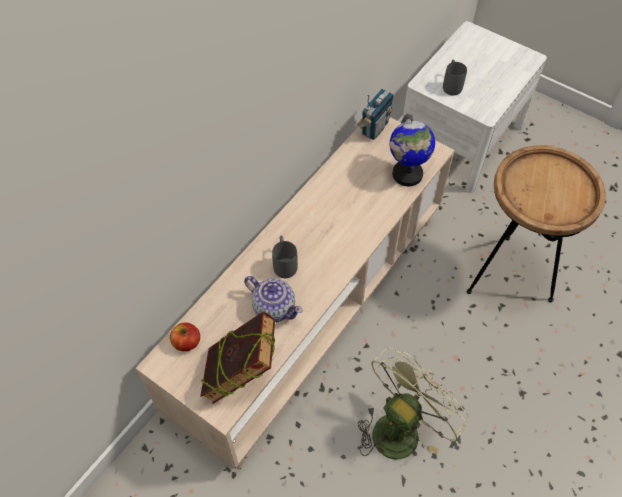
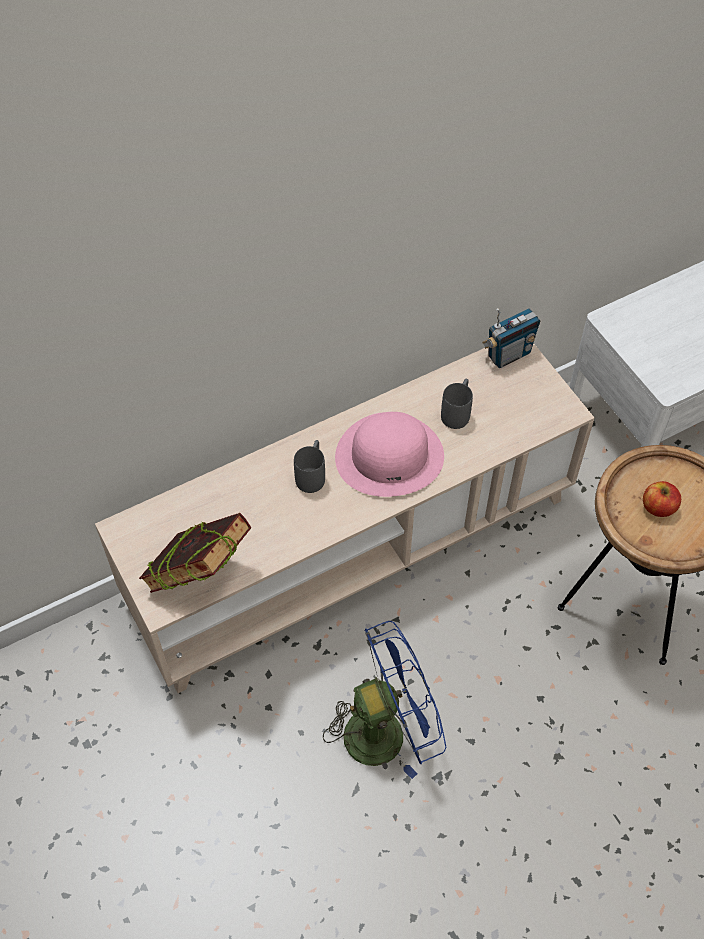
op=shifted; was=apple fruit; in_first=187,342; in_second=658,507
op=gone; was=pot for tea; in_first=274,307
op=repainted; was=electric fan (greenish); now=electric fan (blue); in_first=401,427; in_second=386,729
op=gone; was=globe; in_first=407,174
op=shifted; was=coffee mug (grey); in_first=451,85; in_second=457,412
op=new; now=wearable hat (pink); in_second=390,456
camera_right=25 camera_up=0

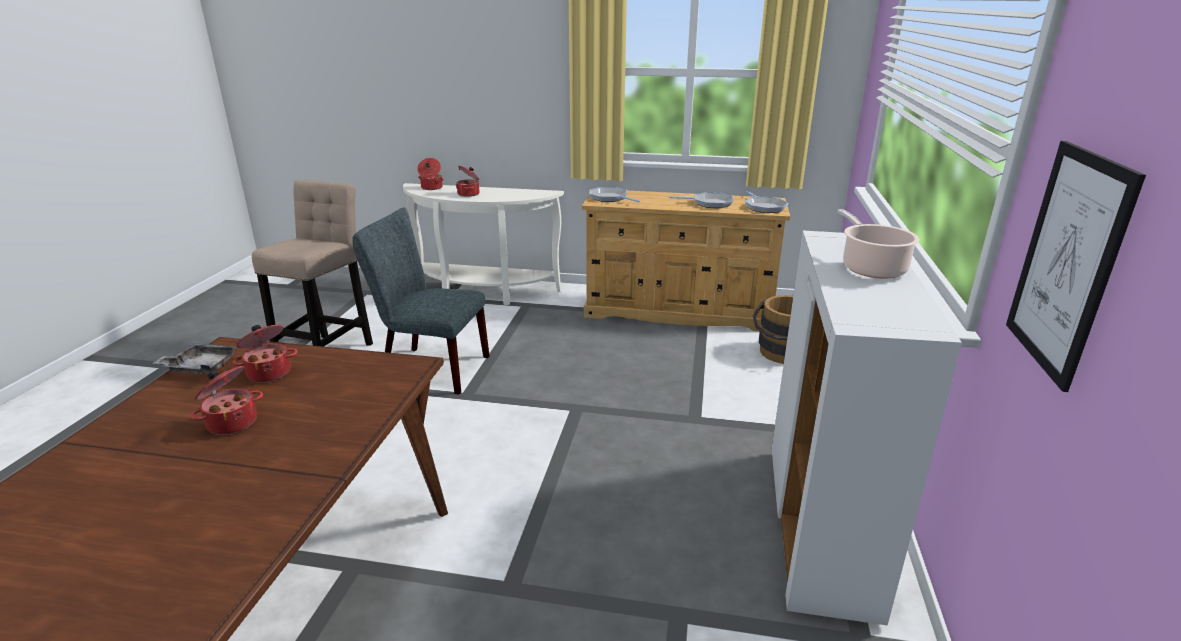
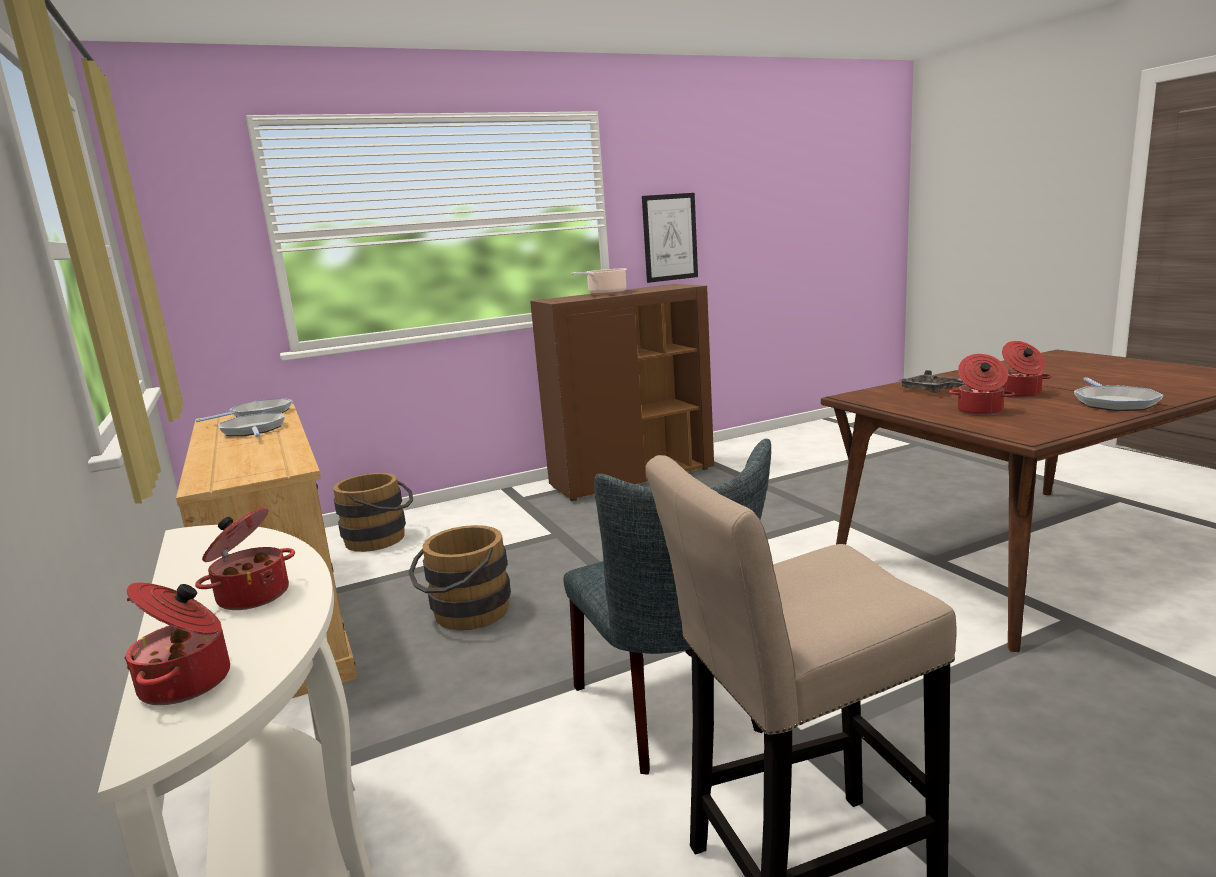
op=shifted; was=carrying tray (grey); in_first=200,367; in_second=932,390
op=shifted; was=frying pan; in_first=610,198; in_second=1113,402
op=repainted; was=cabinet (white); now=cabinet (brownish); in_first=820,528; in_second=632,478
op=new; now=bucket (brownish); in_second=465,614
camera_right=-125 camera_up=-10

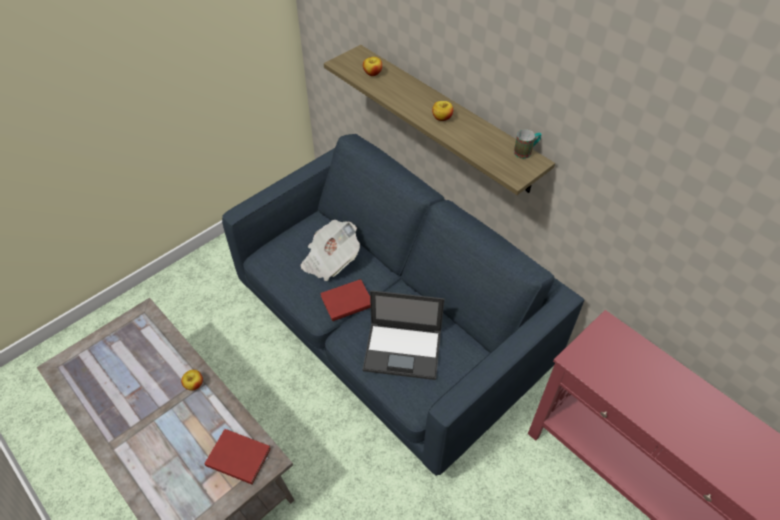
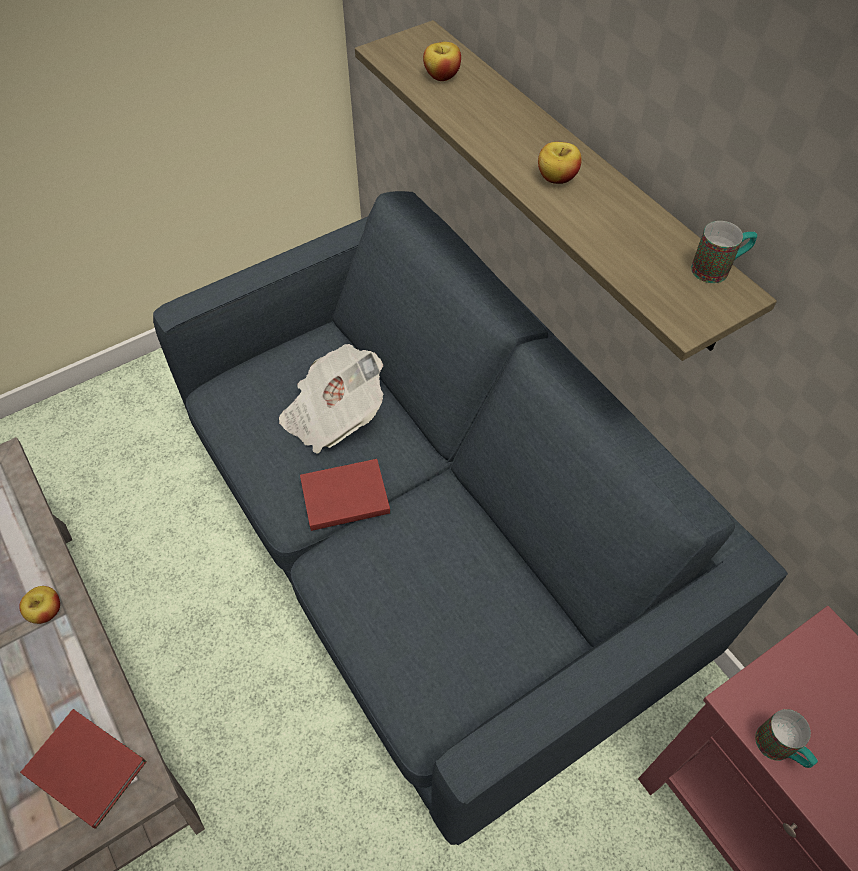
op=gone; was=laptop; in_first=403,350
op=new; now=coffee mug; in_second=780,749
camera_right=10 camera_up=5

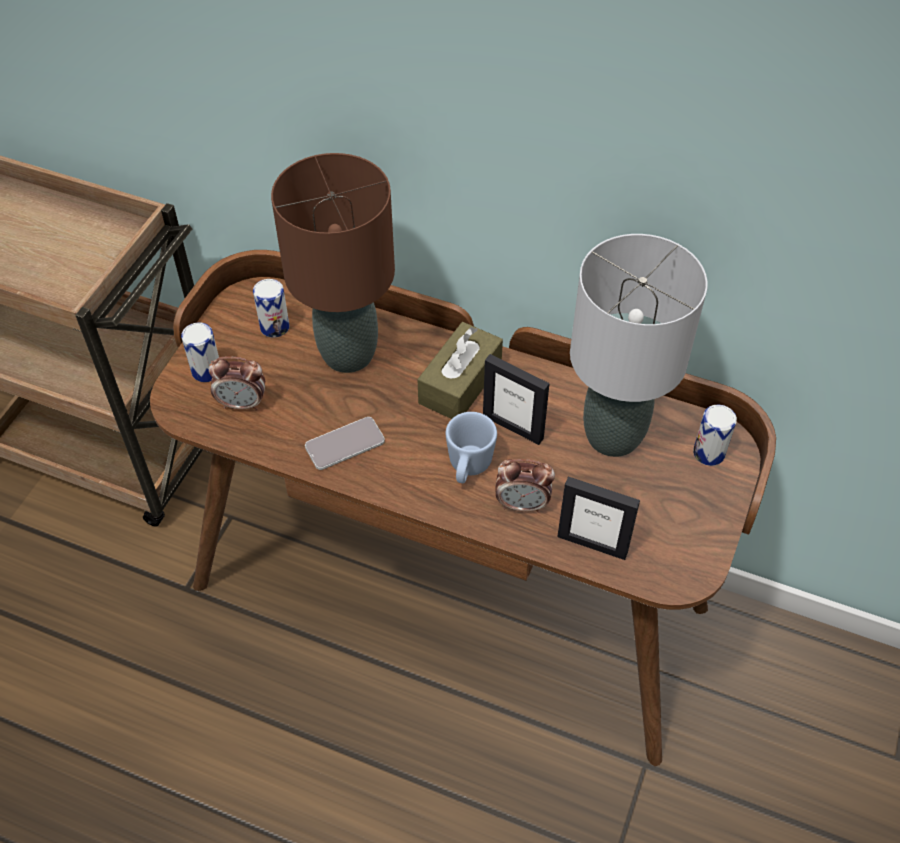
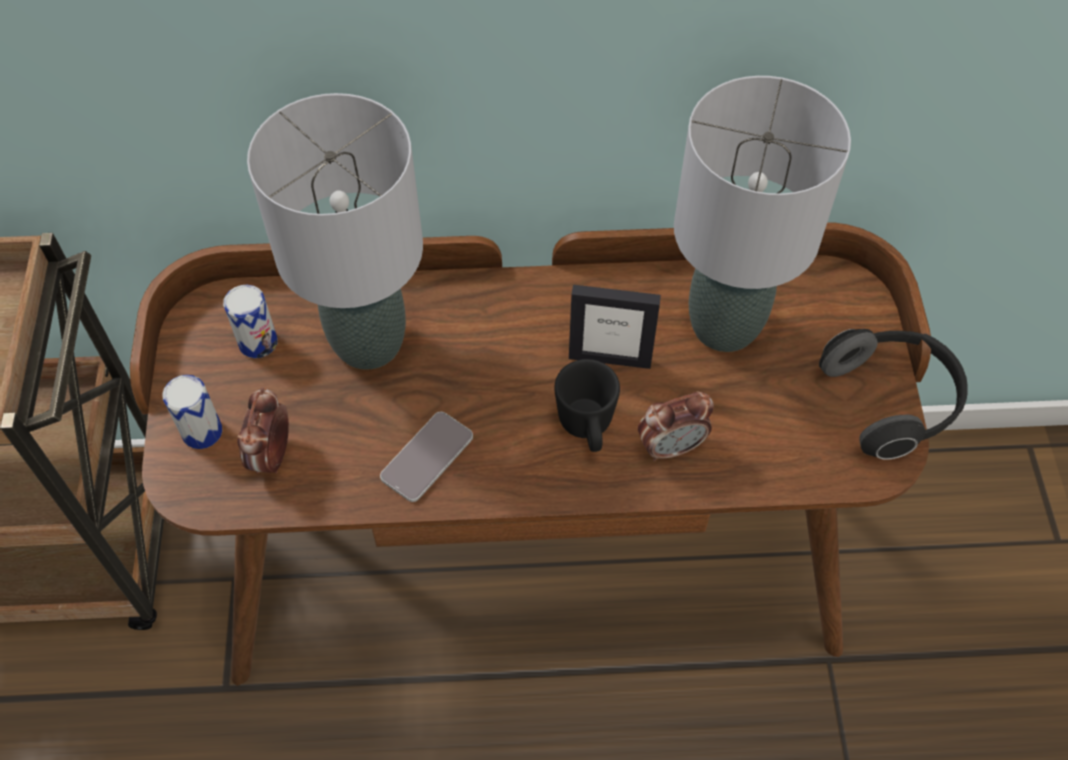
op=rotated; was=table clock; in_first=242,403; in_second=272,456; clockwise=120
op=repainted; was=tabletop lamp (brownish); now=tabletop lamp (grey); in_first=348,354; in_second=368,344
op=gone; was=box of tissues (brownish); in_first=460,383
op=repainted; was=coffee mug (blue); now=coffee mug (black); in_first=468,468; in_second=587,428
op=gone; was=standing frame; in_first=592,544
op=gone; was=metal can; in_first=709,453
op=new; now=headphones; in_second=891,401
camera_right=-25 camera_up=5

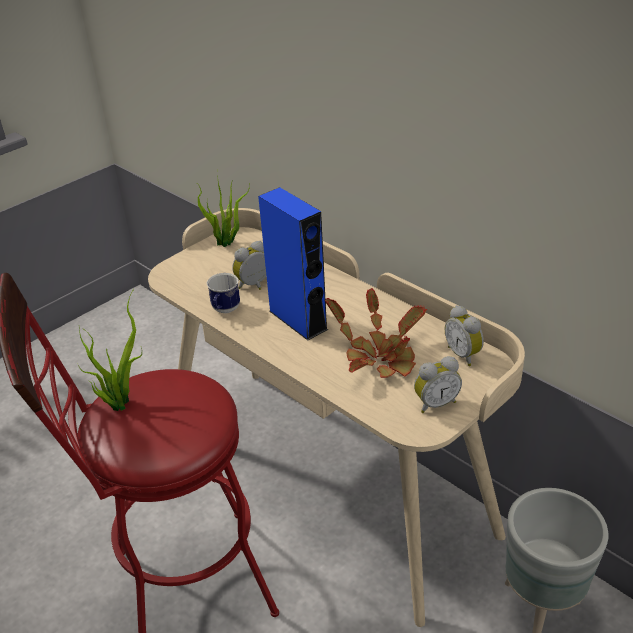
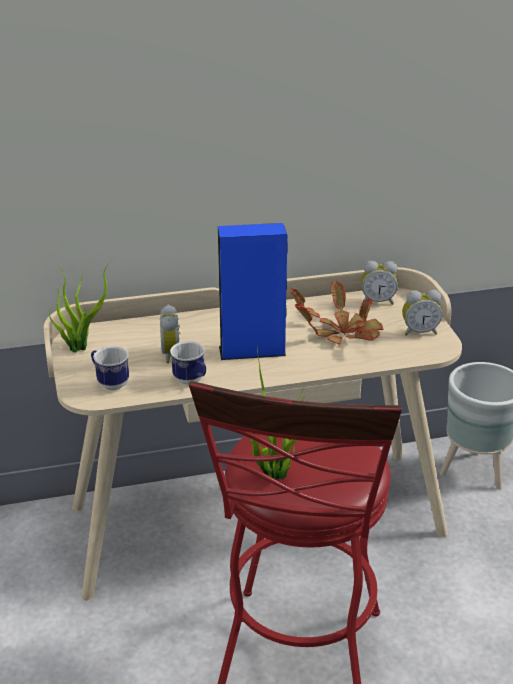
op=rotated; was=table clock; in_first=435,403; in_second=419,332; clockwise=75
op=new; now=coffee mug; in_second=110,383
camera_right=-60 camera_up=-5

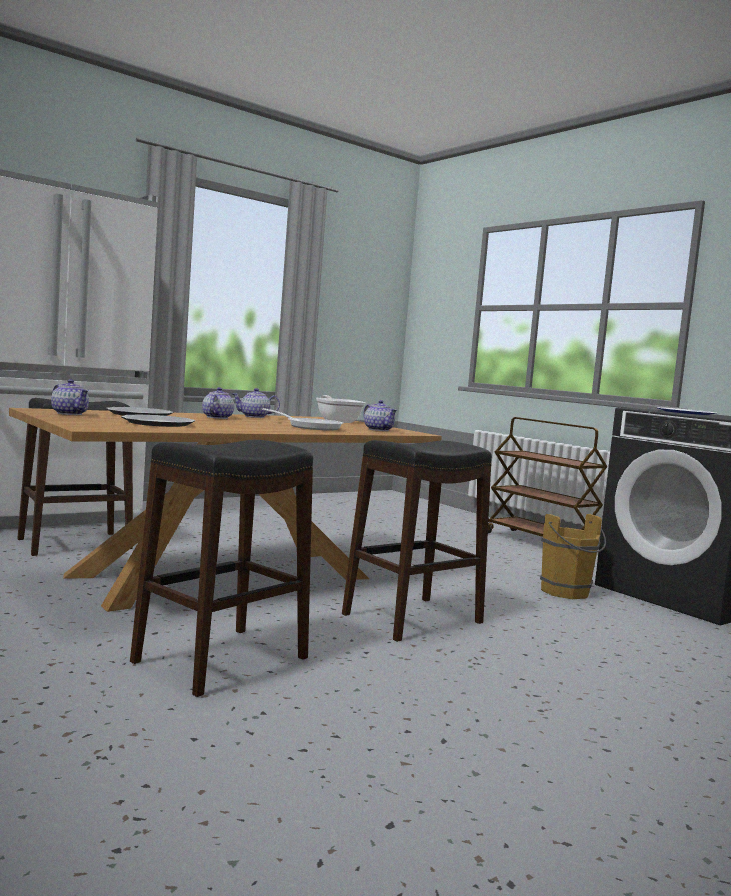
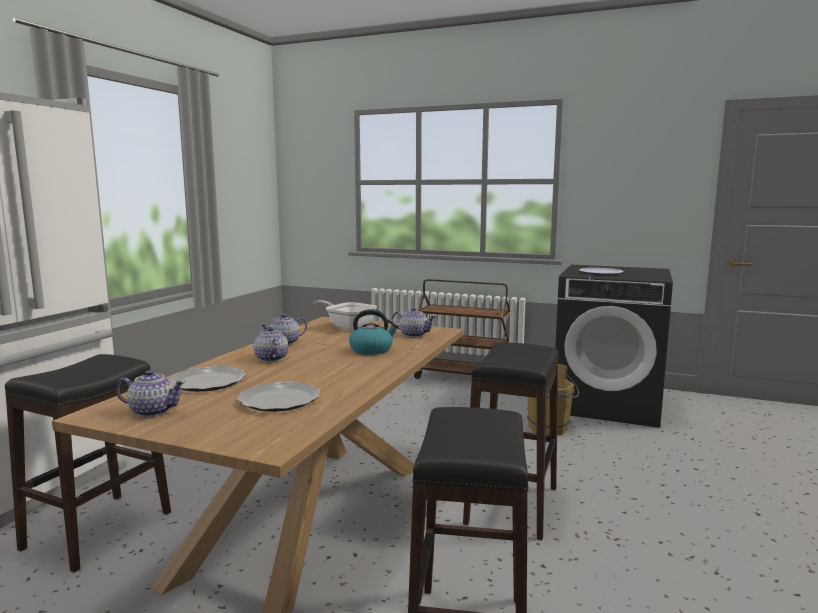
op=swapped; was=frying pan; now=tea kettle; in_first=310,427; in_second=372,350
camera_right=-30 camera_up=5

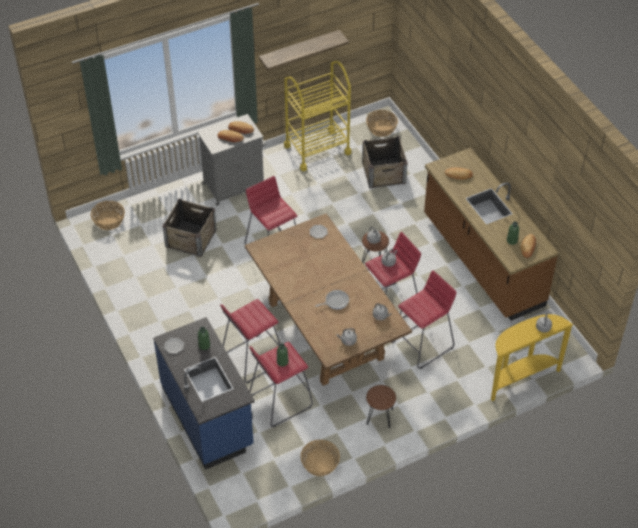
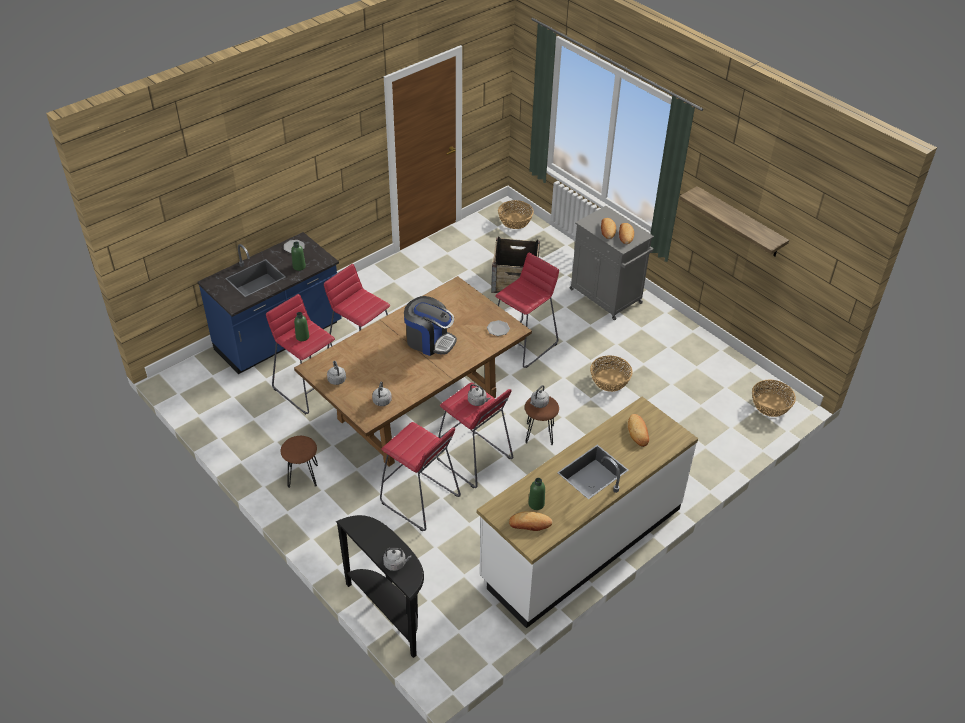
op=gone; was=wheeled cart (yellowish); in_first=317,149
op=shifted; was=storage basket; in_first=320,463; in_second=610,380
op=gone; was=frying pan; in_first=335,301
op=gone; was=shipping crate; in_first=384,172
op=repainted; was=kitchen base unit (brownish); now=kitchen base unit (white); in_first=482,261; in_second=581,543
op=repainted; was=console table (yellowish); now=console table (black); in_first=520,378; in_second=390,611
op=new; now=coffee brewer; in_second=429,341
camera_right=75 camera_up=-5

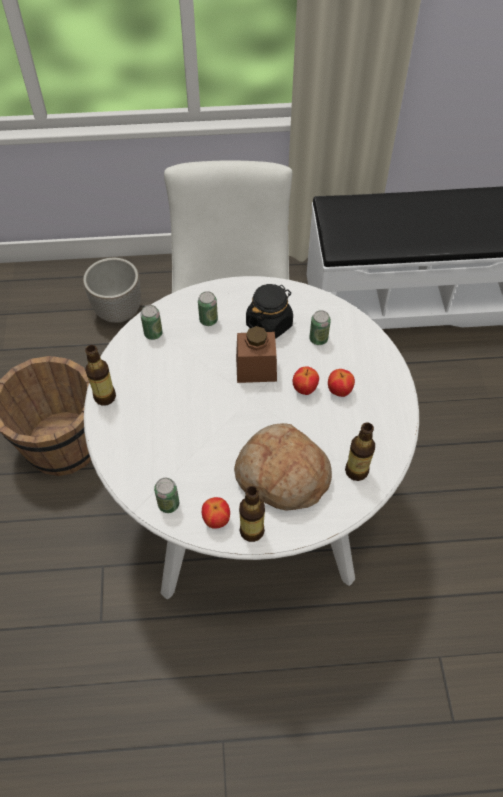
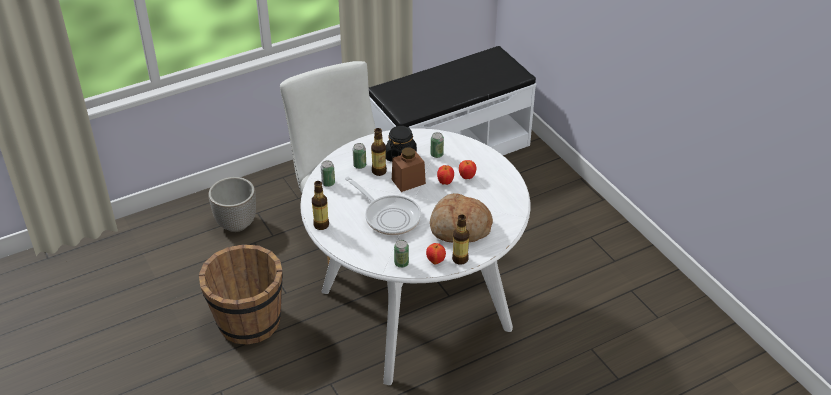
op=shifted; was=drink bottle; in_first=356,471; in_second=379,171
op=new; now=frying pan; in_second=389,216
camera_right=-25 camera_up=-15

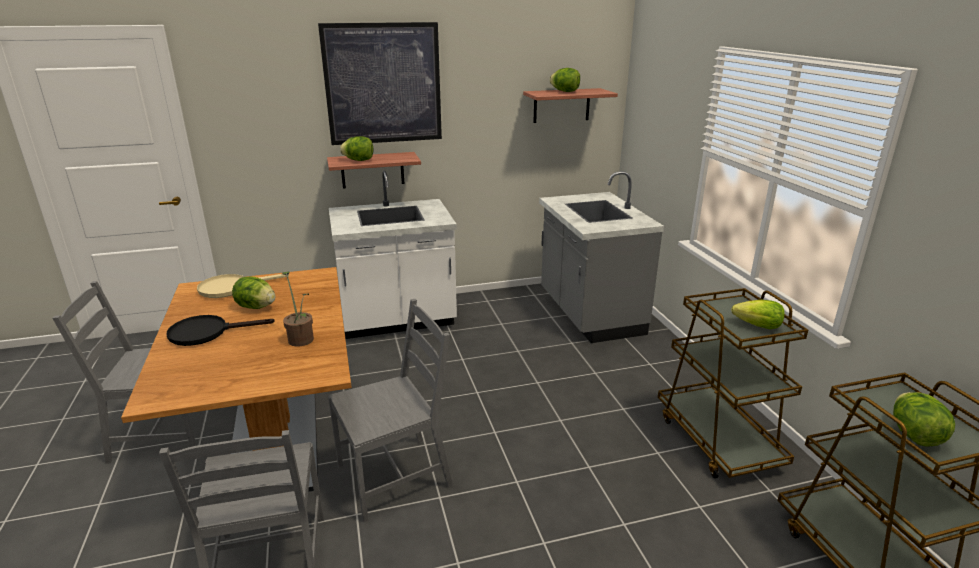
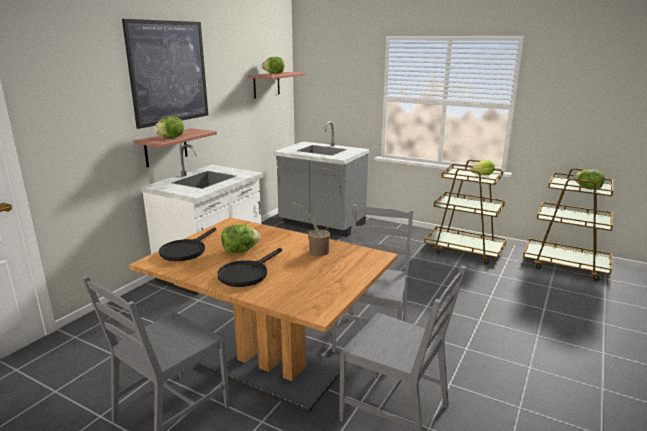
op=repainted; was=frying pan (sand-coloured); now=frying pan (black); in_first=231,288; in_second=186,250
camera_right=-45 camera_up=-5

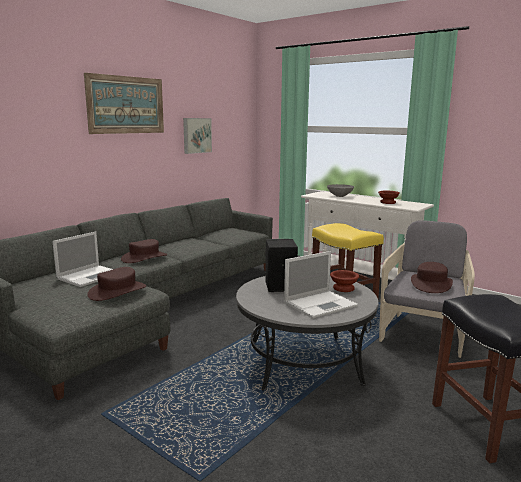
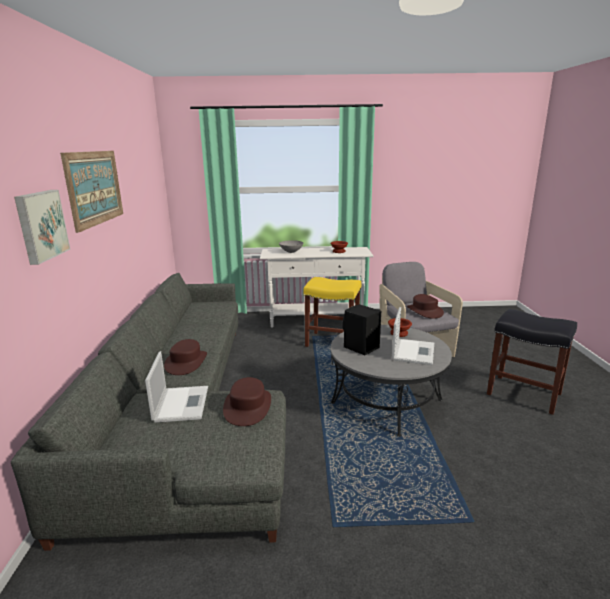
op=shifted; was=wall art; in_first=196,135; in_second=40,225
camera_right=-40 camera_up=5

